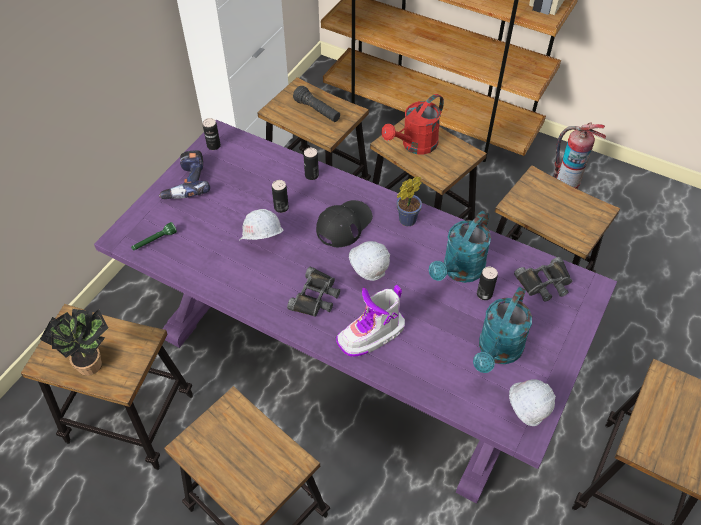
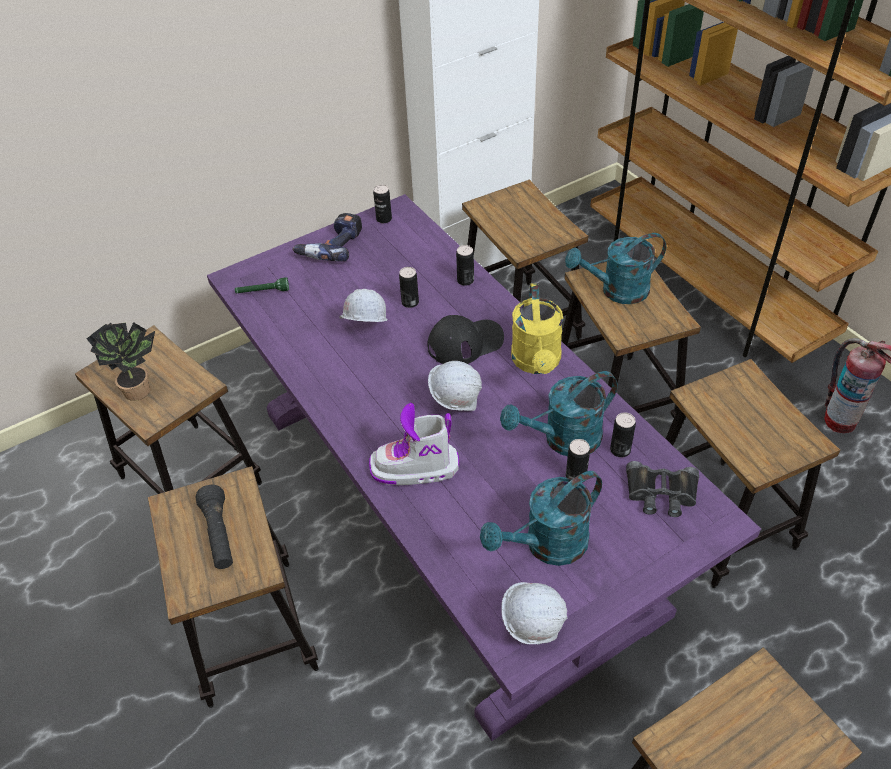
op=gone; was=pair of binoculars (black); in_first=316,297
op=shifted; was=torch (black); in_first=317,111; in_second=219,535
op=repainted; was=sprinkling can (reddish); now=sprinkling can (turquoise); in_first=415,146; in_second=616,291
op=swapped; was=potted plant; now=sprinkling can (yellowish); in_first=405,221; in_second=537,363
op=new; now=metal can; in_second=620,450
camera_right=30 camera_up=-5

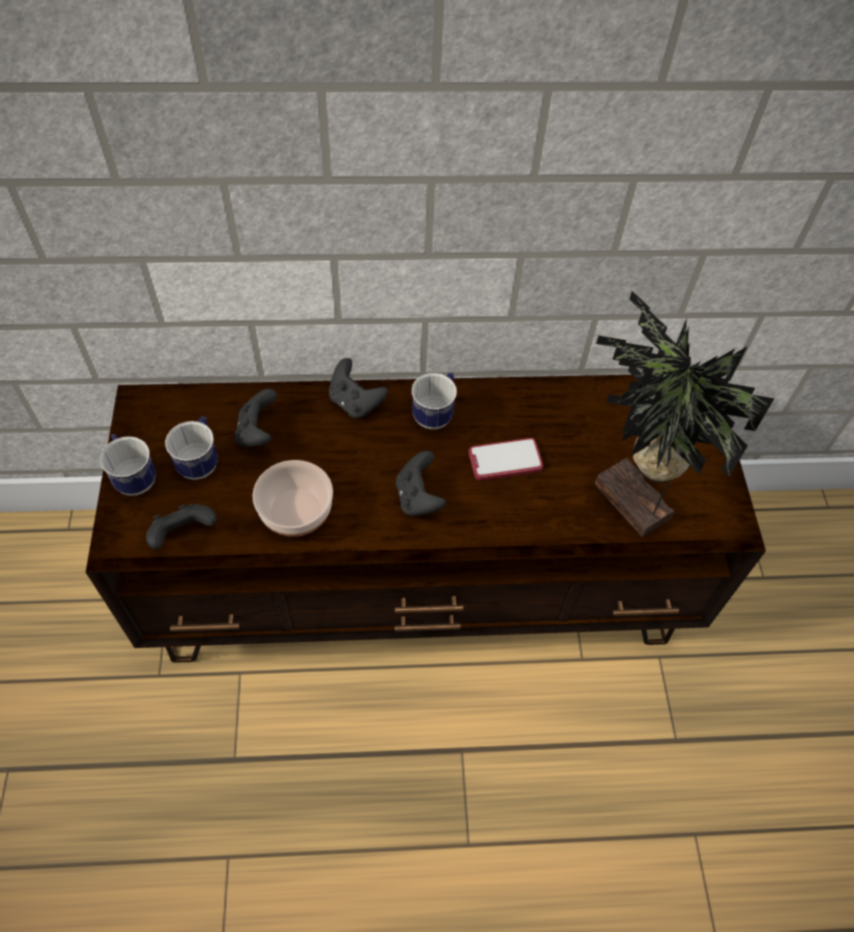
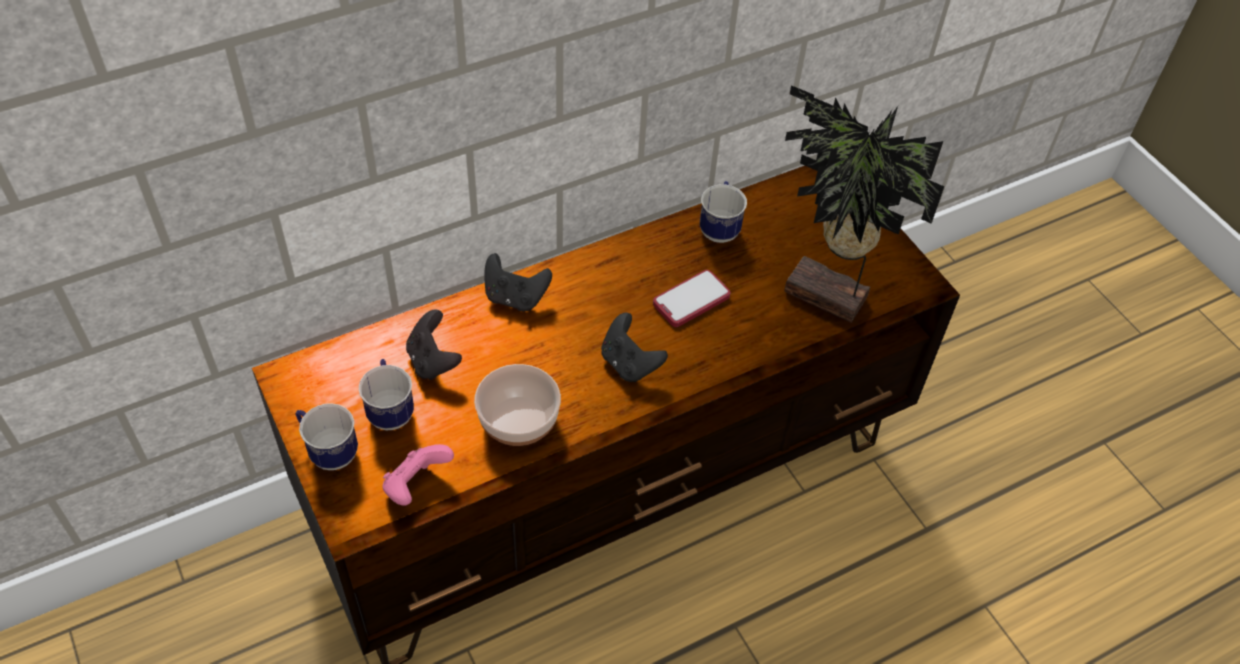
op=repainted; was=game controller (black); now=game controller (pink); in_first=183,534; in_second=416,485
op=shifted; was=coffee mug; in_first=436,413; in_second=719,228
camera_right=-25 camera_up=-5

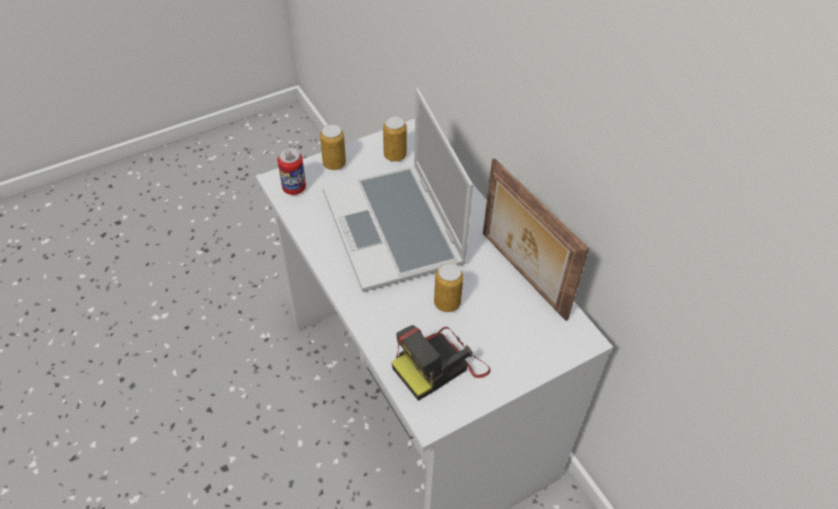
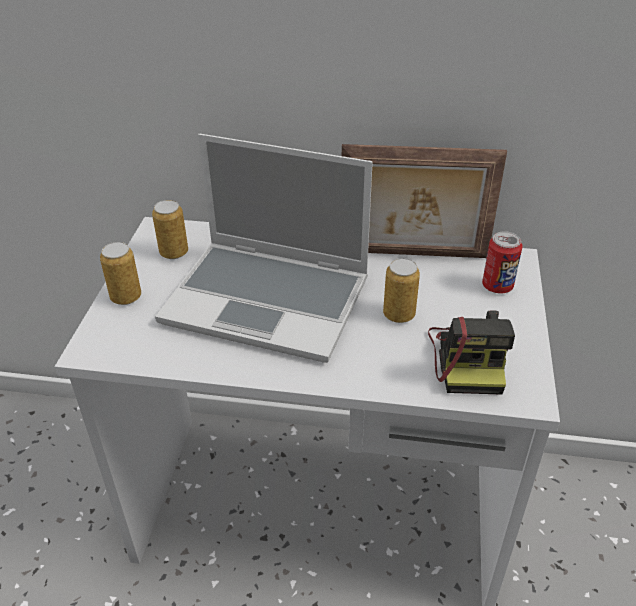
op=shifted; was=metal can; in_first=294,188; in_second=497,286
camera_right=-50 camera_up=-10

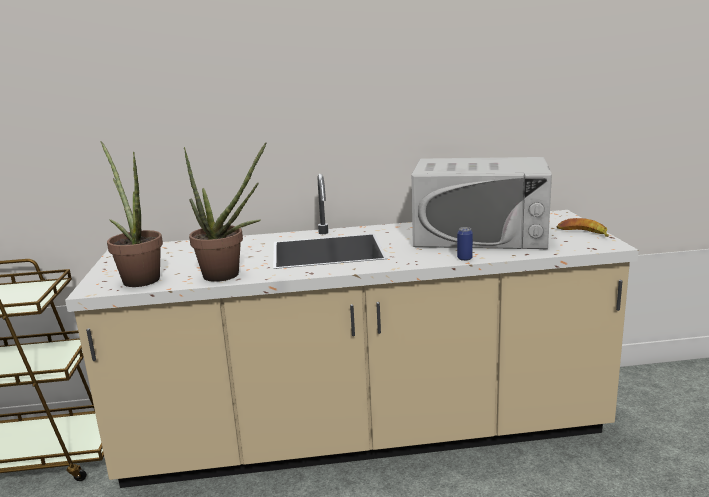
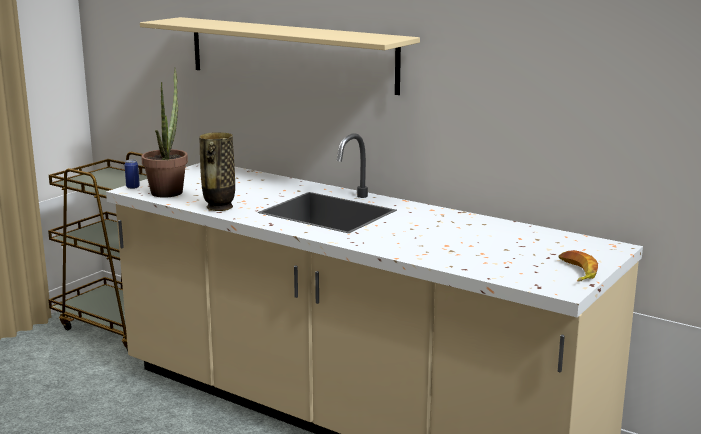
op=swapped; was=potted plant; now=decorative vase; in_first=228,275; in_second=219,207
op=gone; was=kitchen microwave (white); in_first=480,235
op=shifted; was=metal can; in_first=464,258; in_second=133,187
op=new; now=shelf (sand-coloured); in_second=290,54
camera_right=40 camera_up=0

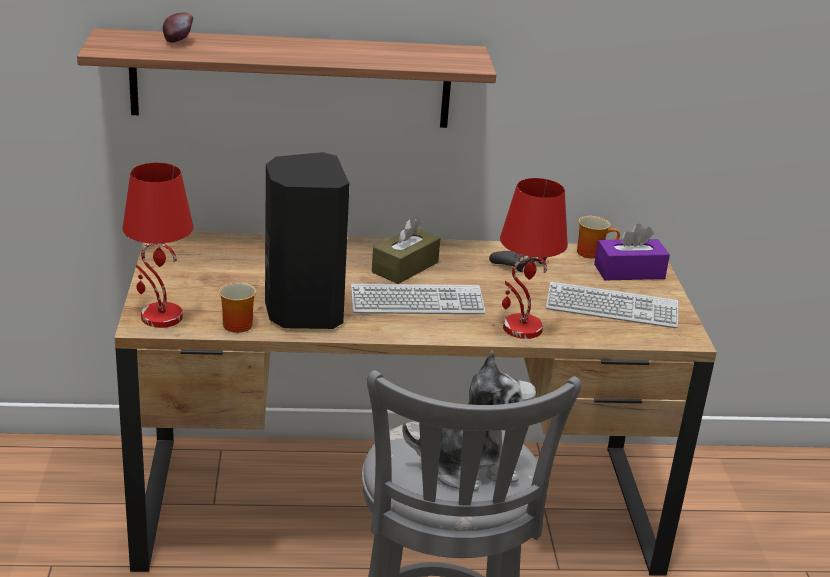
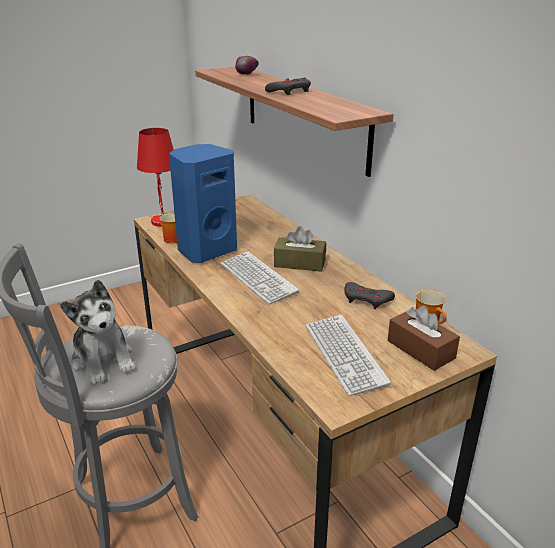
op=repainted; was=audio speaker (black); now=audio speaker (blue); in_first=302,312; in_second=206,250
op=gone; was=tabletop lamp (reddish); in_first=521,328
op=repainted; was=box of tissues (purple); now=box of tissues (brownish); in_first=629,271; in_second=420,349
op=new; now=game controller (grey); in_second=290,91
camera_right=65 camera_up=0

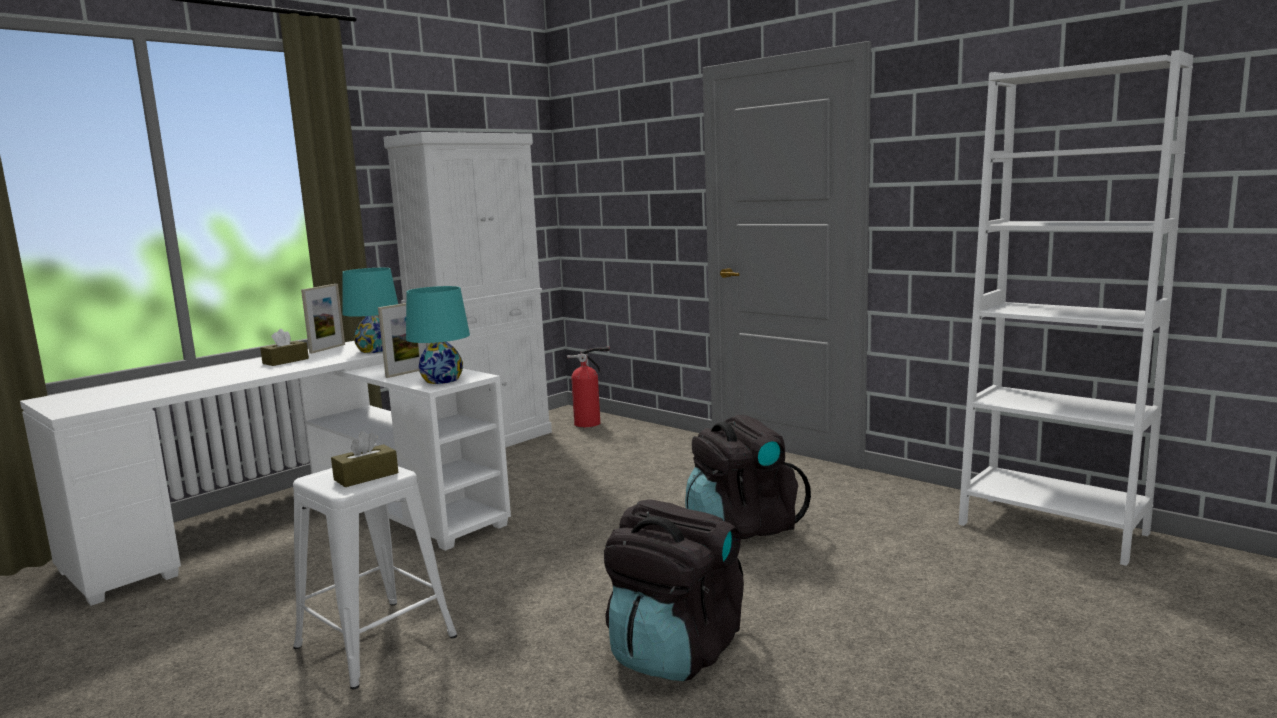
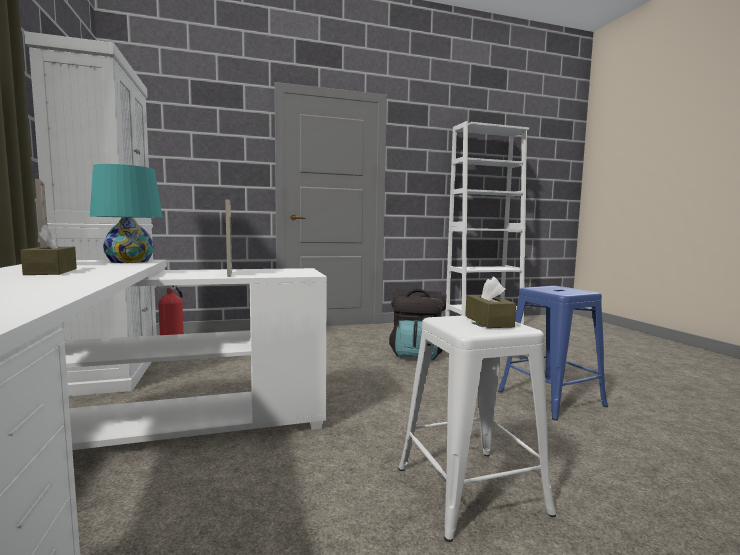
op=gone; was=tabletop lamp (turquoise); in_first=442,380
op=swapped; was=knapsack (black); now=sitting stool (blue); in_first=675,651; in_second=551,398
camera_right=-60 camera_up=-5

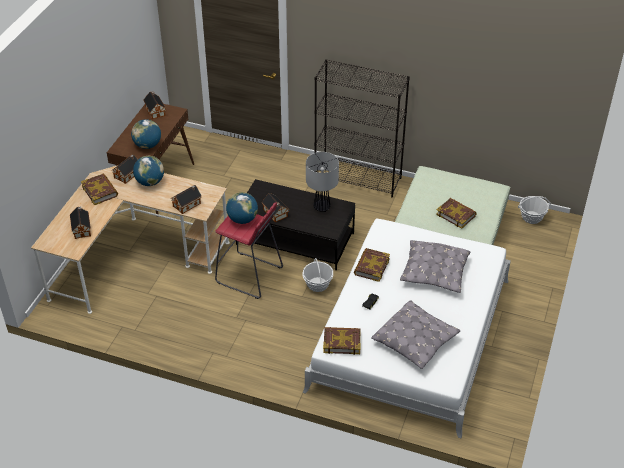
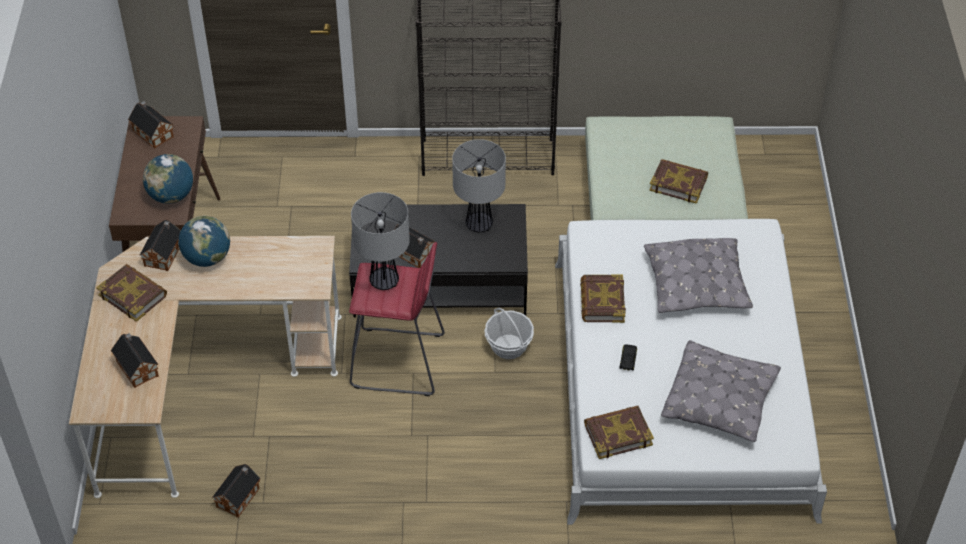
op=shifted; was=miniature house; in_first=188,204; in_second=239,496
op=swapped; was=globe; now=tabletop lamp; in_first=242,219; in_second=384,281
op=gone; was=storage basket; in_first=531,217
camera_right=-20 camera_up=5

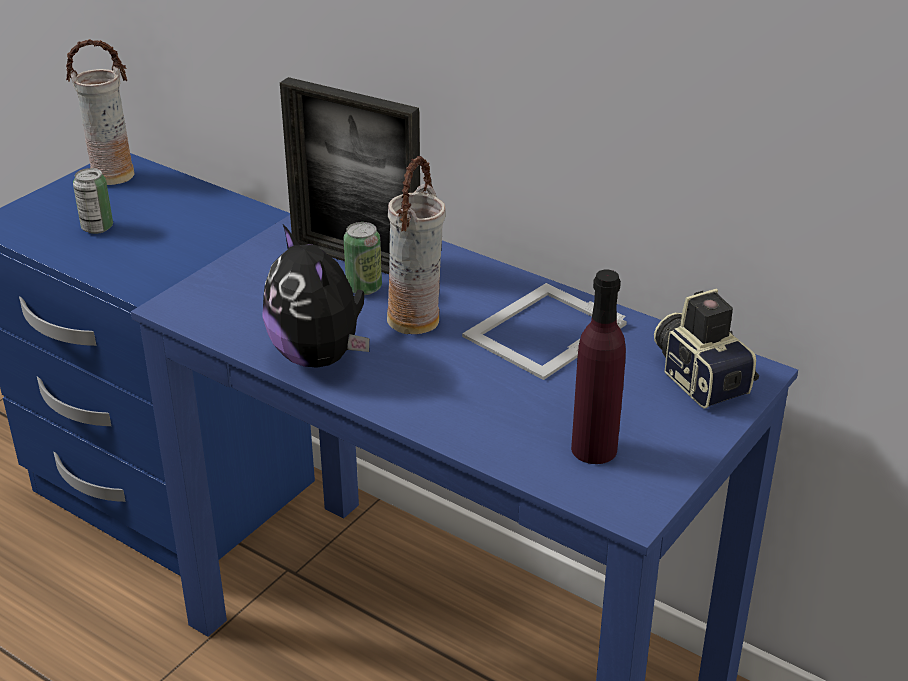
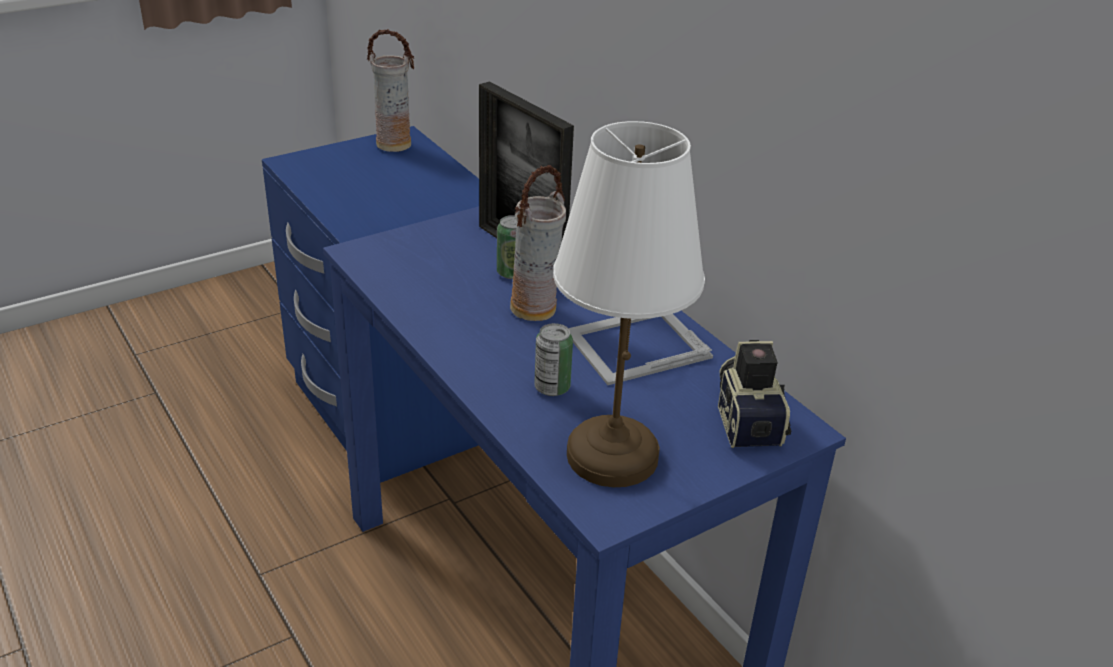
op=shifted; was=metal can; in_first=97,227; in_second=552,388
op=gone; was=soft toy; in_first=320,356
op=swapped; was=drink bottle (purple); now=tabletop lamp (white); in_first=594,449; in_second=610,455
camera_right=20 camera_up=0

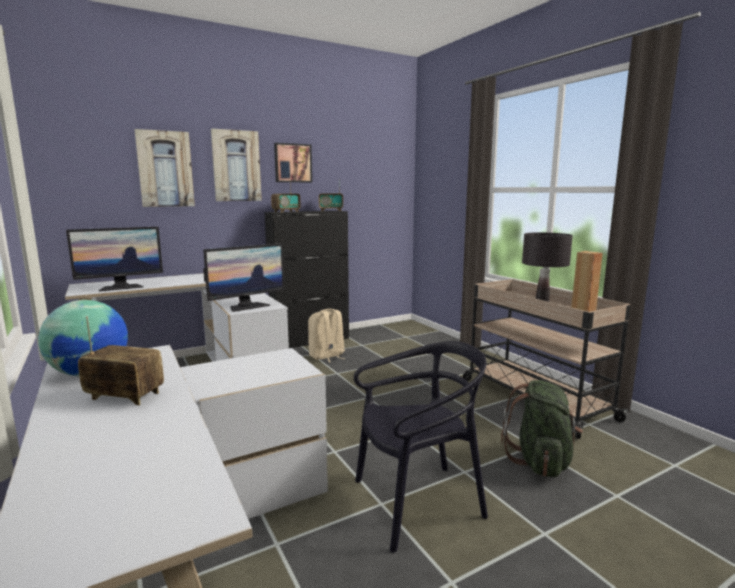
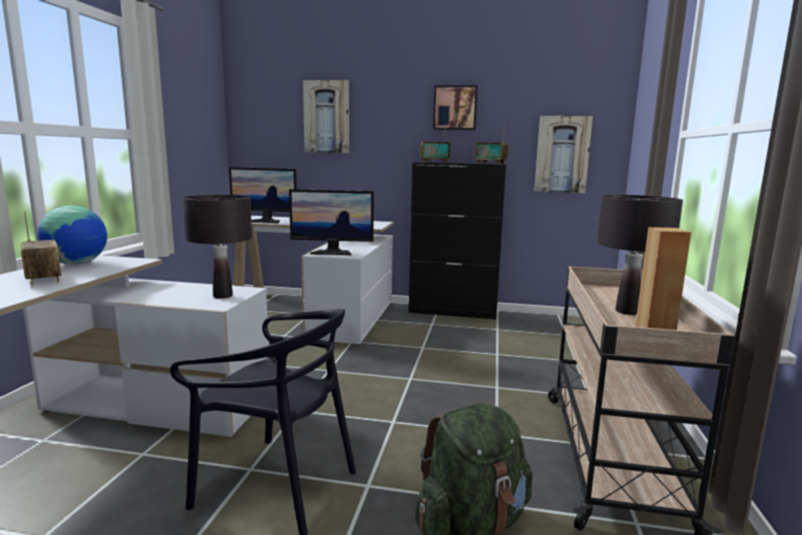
op=shifted; was=wall art; in_first=236,166; in_second=562,154
op=gone; was=knapsack (sand-coloured); in_first=327,356
op=new; now=tabletop lamp (black); in_second=222,296
camera_right=40 camera_up=0

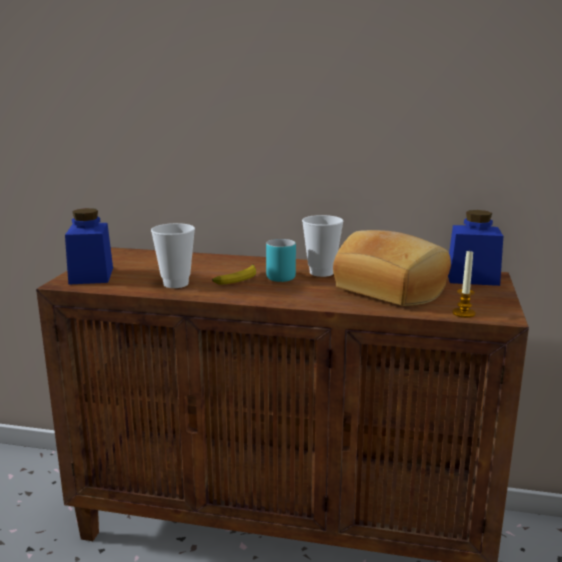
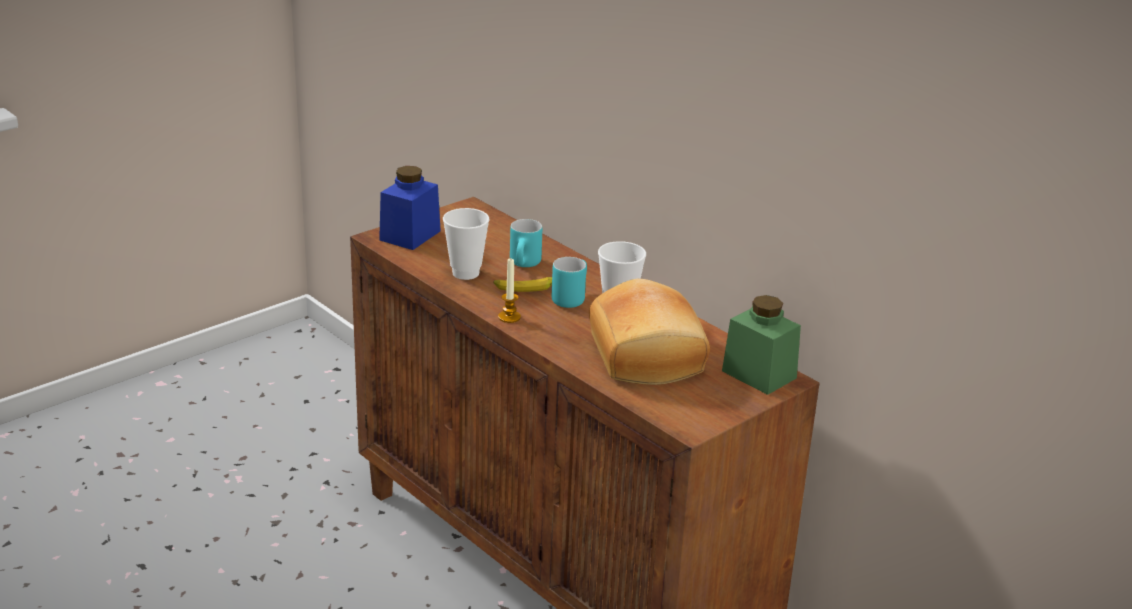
op=repainted; was=preserve jar (blue); now=preserve jar (greenish); in_first=472,278; in_second=759,374
op=shifted; was=wax candle; in_first=463,313; in_second=509,317
op=new; now=coffee mug (turquoise); in_second=526,265
camera_right=35 camera_up=10

